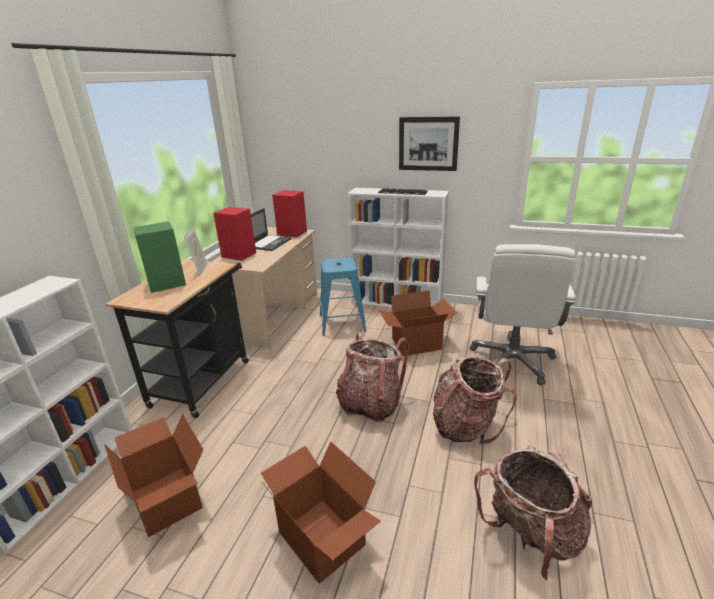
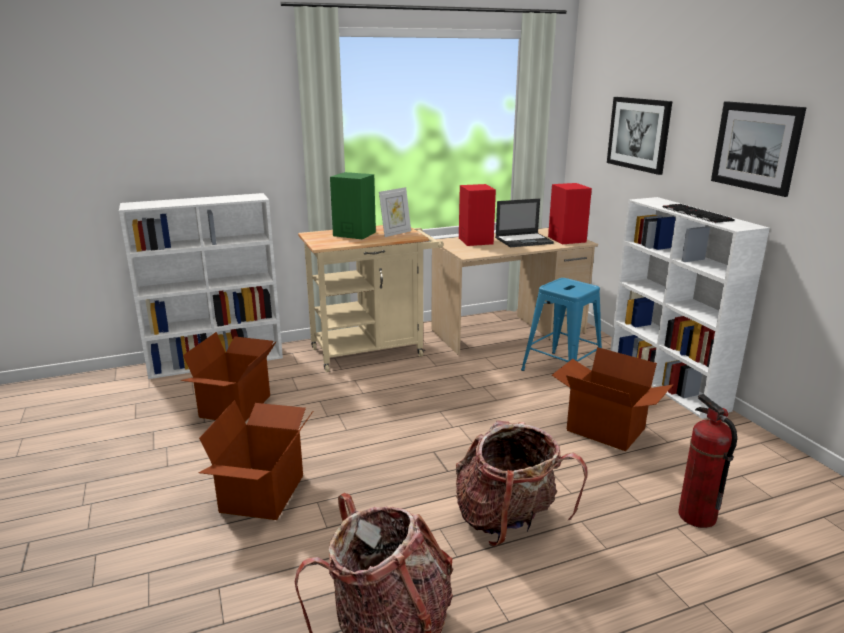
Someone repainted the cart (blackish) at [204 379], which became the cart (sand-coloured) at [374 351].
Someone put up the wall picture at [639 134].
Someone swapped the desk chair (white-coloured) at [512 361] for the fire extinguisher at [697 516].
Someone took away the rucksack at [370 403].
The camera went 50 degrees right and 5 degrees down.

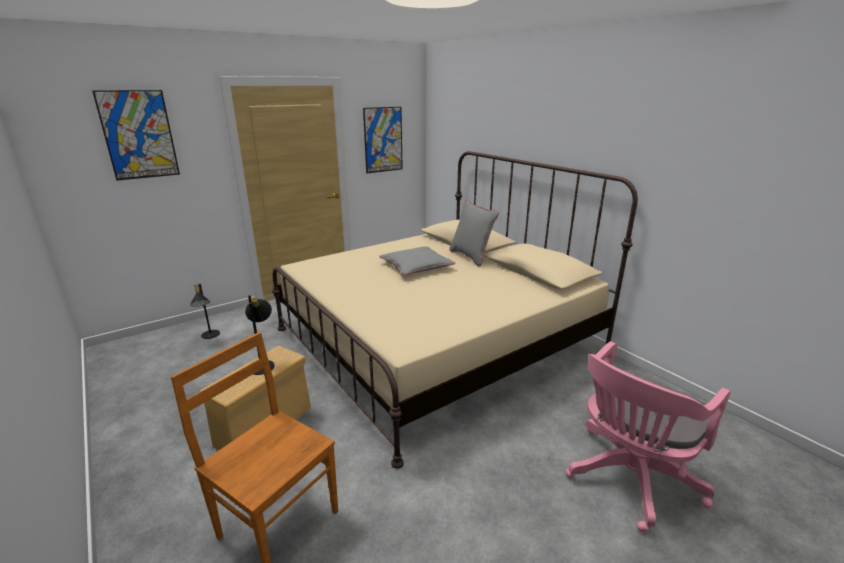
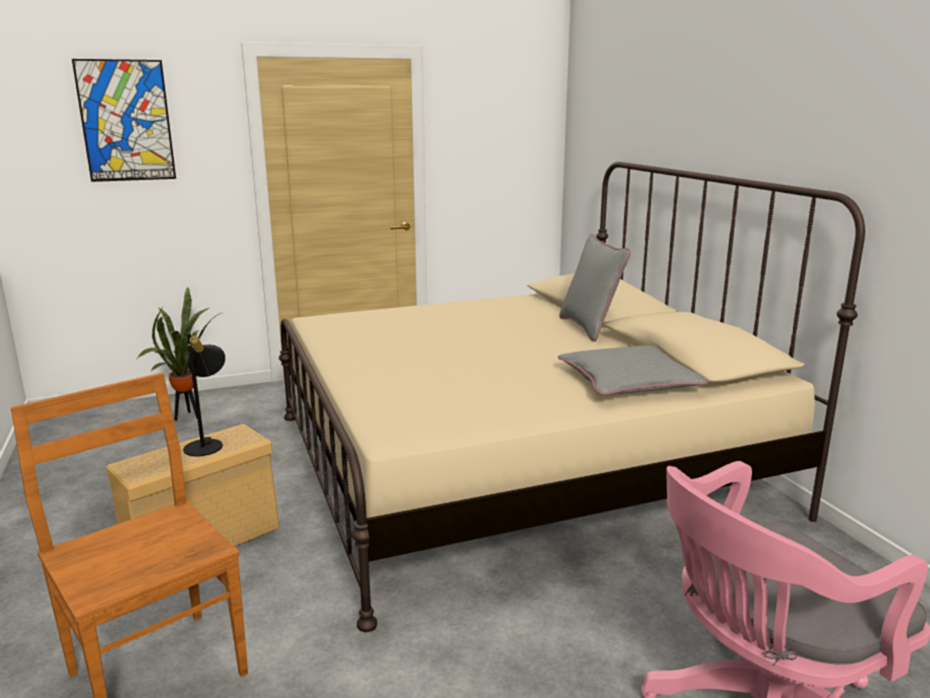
Someone swapped the table lamp (blackish) at [209 336] for the houseplant at [188 416].
Someone carried the pillow (grey) from [416 266] to [628 382].
Someone took away the wall picture at [383 140].
The camera went 15 degrees right and 5 degrees down.

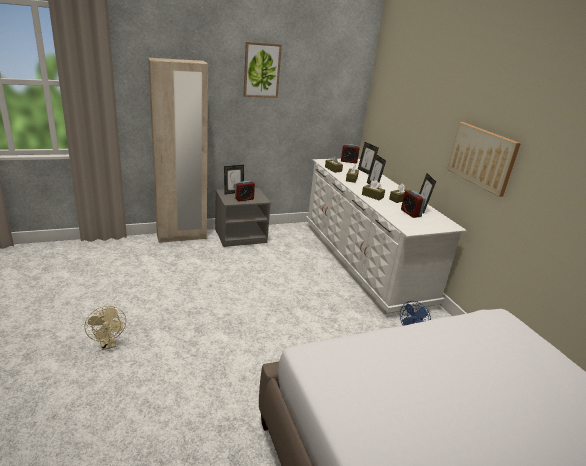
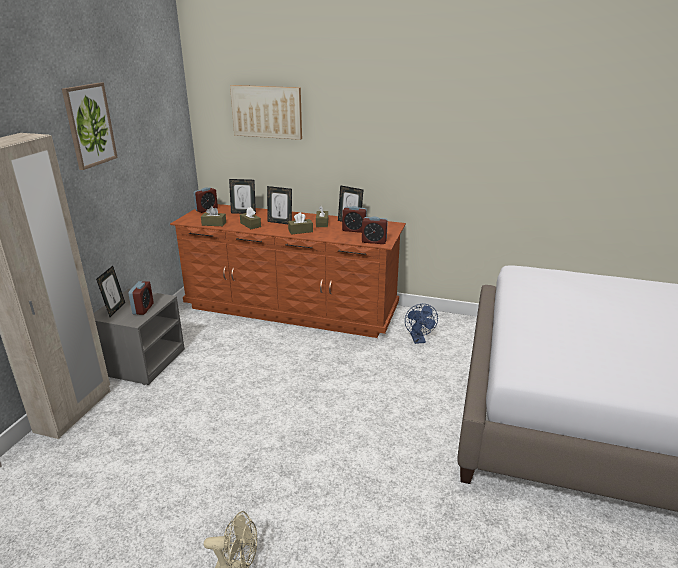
Someone repainted the drawer chest (white-coloured) at [363 261], which became the drawer chest (brown) at [291 308].
Someone carried the wall picture from [482 157] to [267 111].
Someone put down the table clock at [374 241].
The camera went 50 degrees left and 0 degrees up.

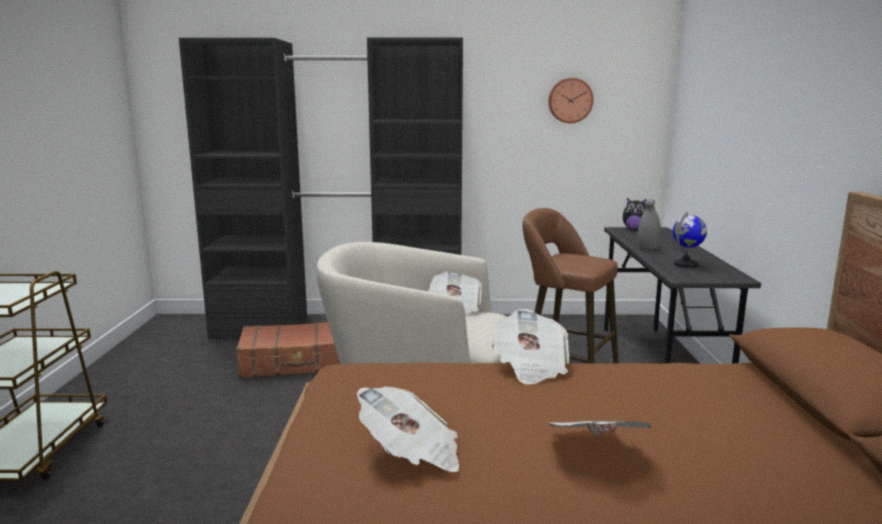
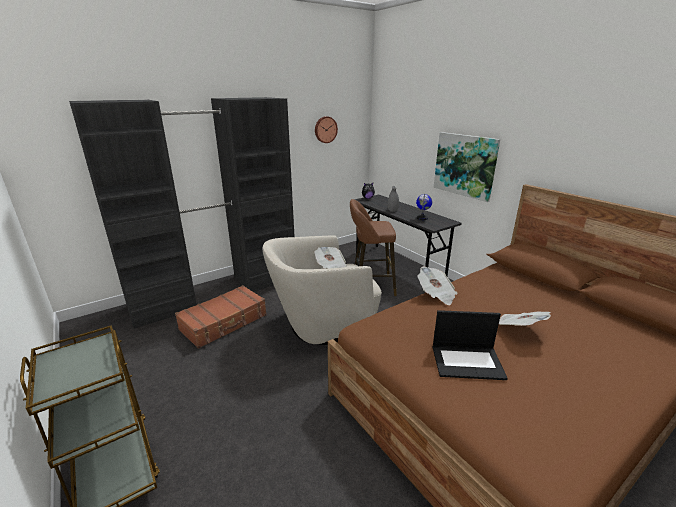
Someone swapped the daily paper at [411 454] for the notebook computer at [468 361].
Someone put up the wall picture at [465 165].
The camera went 35 degrees left and 10 degrees up.

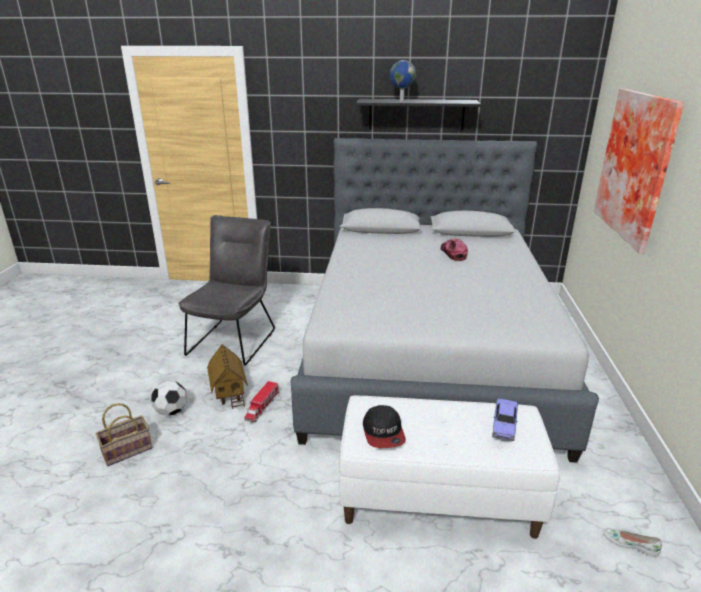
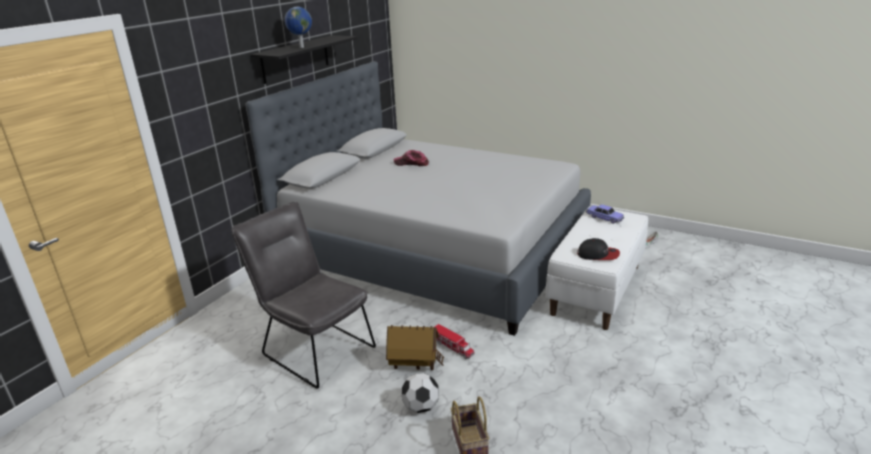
Someone took away the wall picture at [638 166].
The camera went 65 degrees left and 0 degrees up.

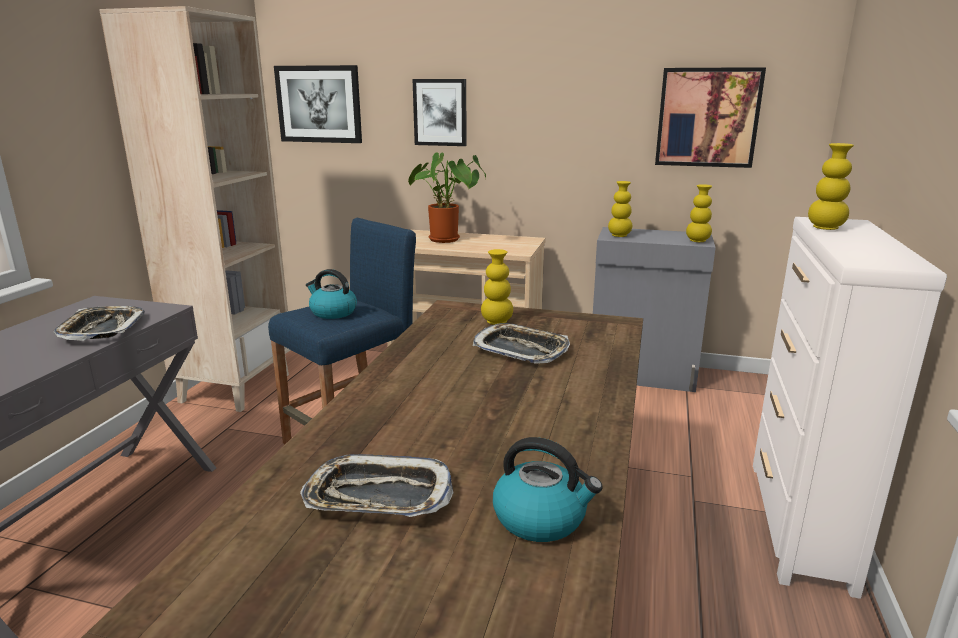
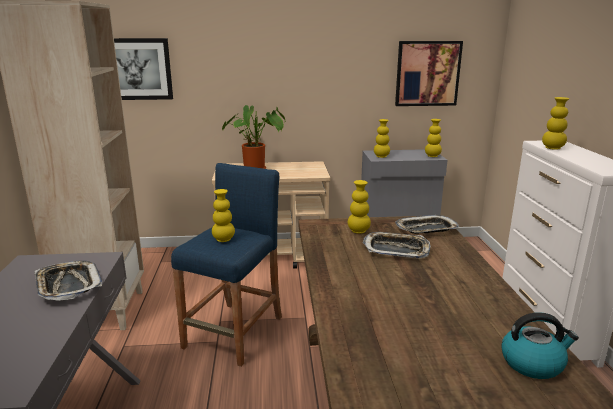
Someone swapped the kettle at [332 312] for the flower vase (yellowish) at [223 239].
Someone carried the serving tray from [378 496] to [426 229].
Someone took away the wall picture at [440 112].
The camera went 20 degrees left and 0 degrees up.

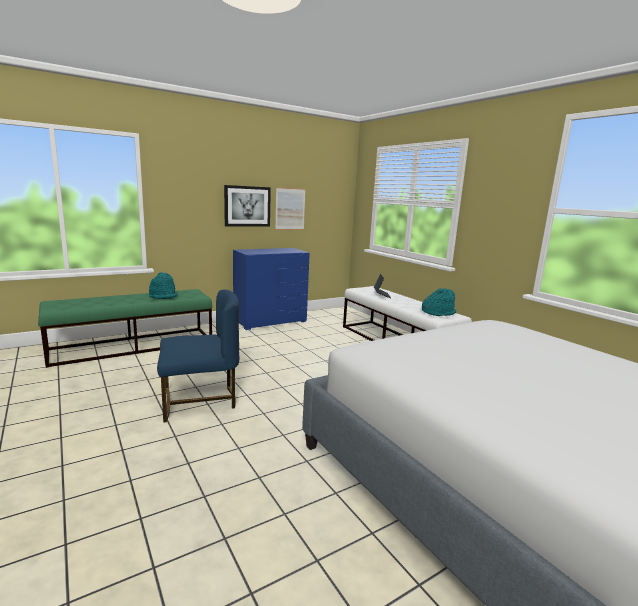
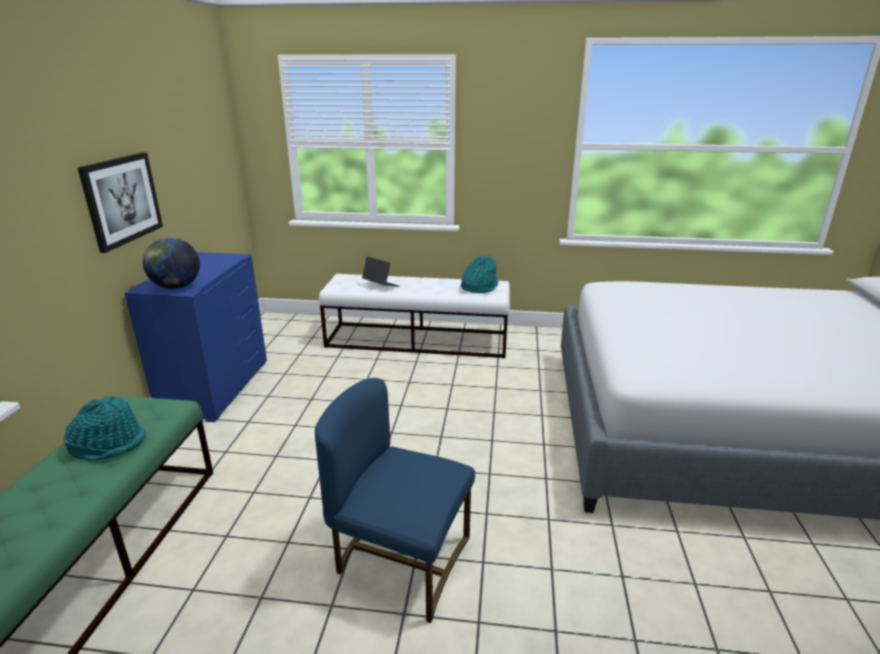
Someone put down the globe at [176 287].
Someone rotated the plain chair (blue) at [199 401] by 90 degrees counterclockwise.
Someone took away the wall picture at [290 209].
The camera went 50 degrees left and 10 degrees up.

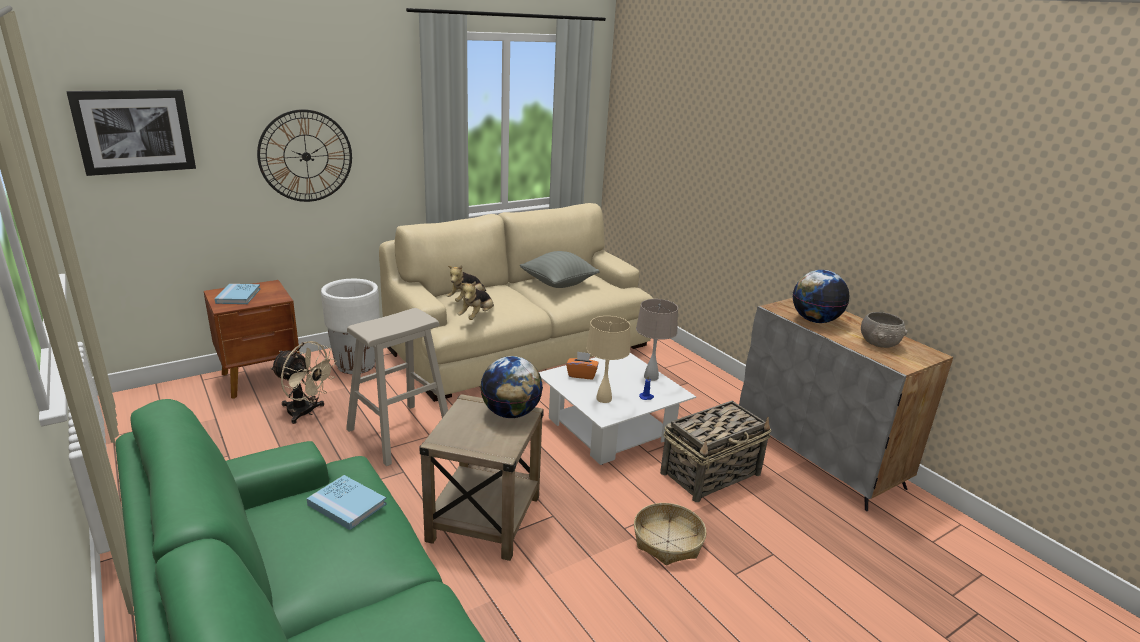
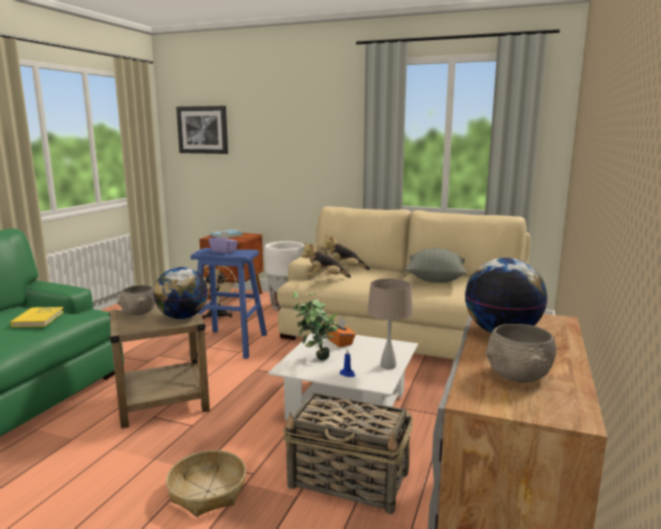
Someone repainted the bound book (blue) at [347 504], which became the bound book (yellowish) at [38 319].
Someone put down the deep dish (grey) at [139 312].
Someone repainted the stool seat (sand-coloured) at [400 433], which became the stool seat (blue) at [230 343].
Someone put down the tissue holder (purple-coloured) at [224 251].
Someone swapped the table lamp (sand-coloured) at [603 399] for the houseplant at [315 360].
Someone took away the hanging clock at [306 156].
The camera went 55 degrees right and 10 degrees down.

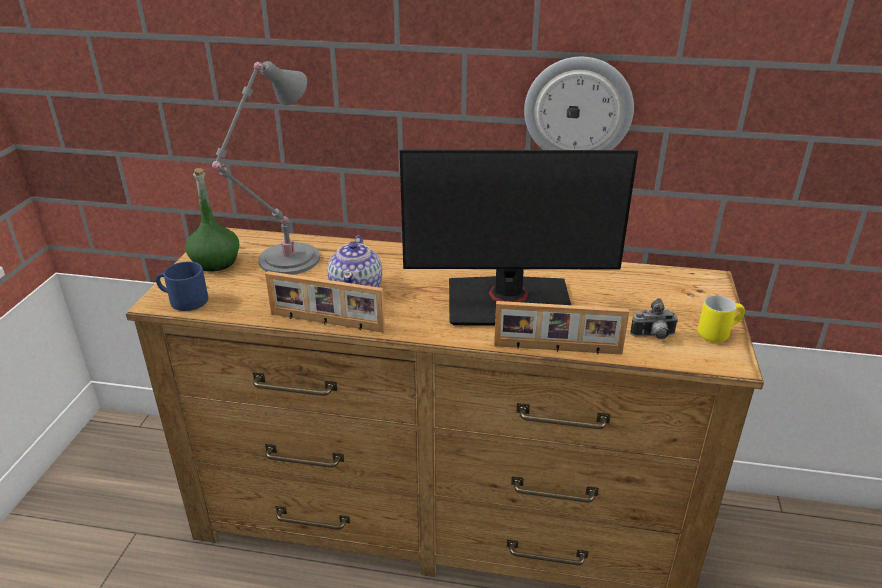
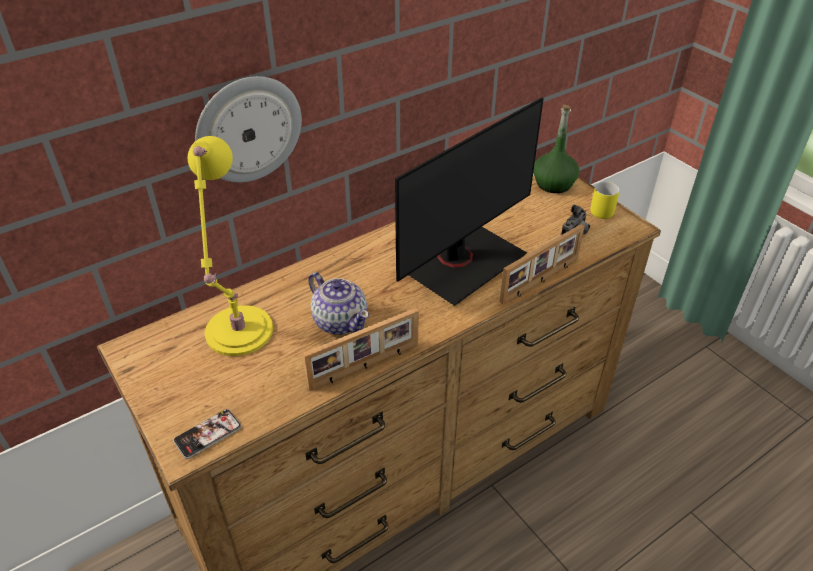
Someone swapped the coffee mug (blue) at [183 300] for the phone at [208 434].
Someone repainted the table lamp (grey) at [285 261], which became the table lamp (yellowish) at [238 335].
Someone carried the hanging clock from [578 109] to [248 129].
Someone carried the bottle (greenish) from [216 262] to [553 184].
The camera went 45 degrees left and 10 degrees up.

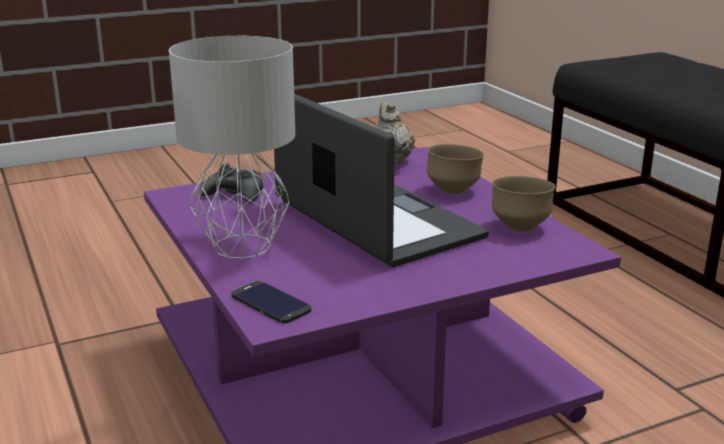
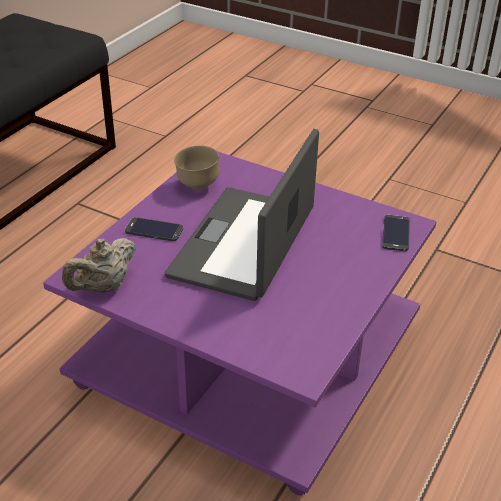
Someone swapped the deep dish (brown) at [453 191] for the phone at [154 230].
Someone took away the table lamp (grey) at [240 246].
Someone took away the gamepad (blackish) at [235 194].
The camera went 125 degrees left and 15 degrees up.

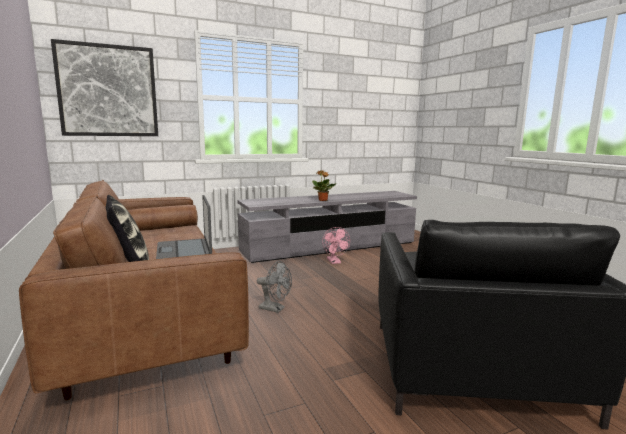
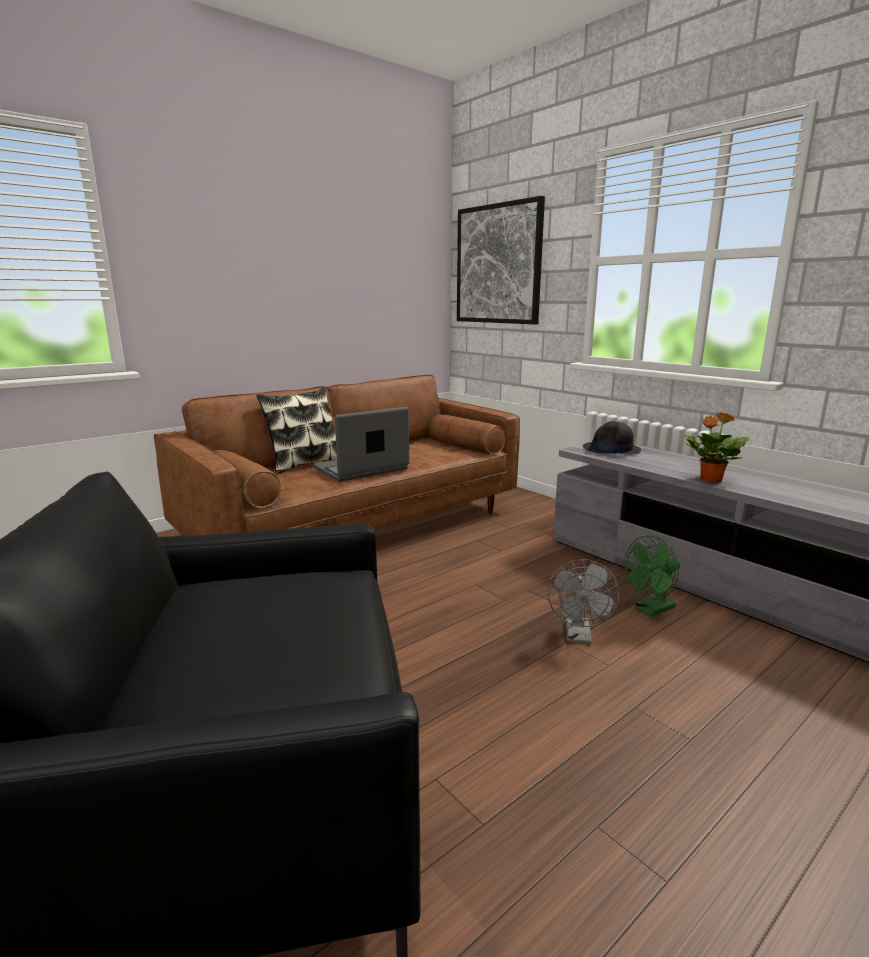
Someone carried the cooling fan (grey) from [275 309] to [579 637].
Someone put down the clothing hat (blackish) at [611 449].
Someone repainted the cooling fan (pink-coloured) at [335 262], which became the cooling fan (greenish) at [650 610].
The camera went 75 degrees right and 5 degrees up.

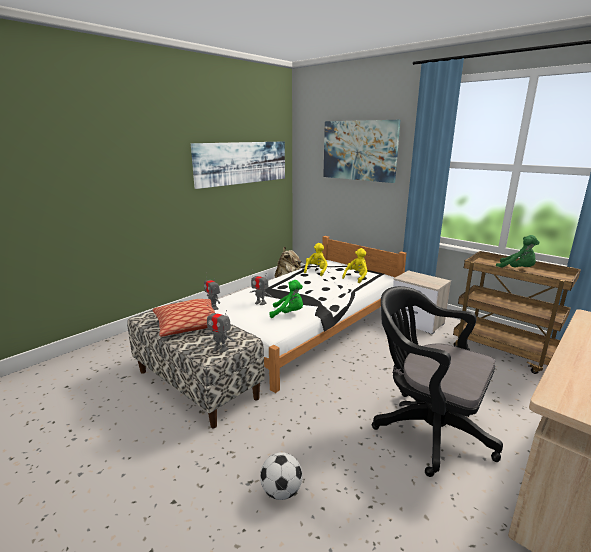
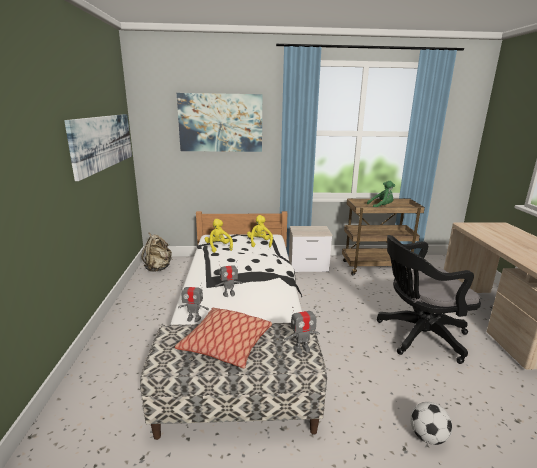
Someone took away the soft toy (greenish) at [288 313].
The camera went 45 degrees left and 0 degrees up.

